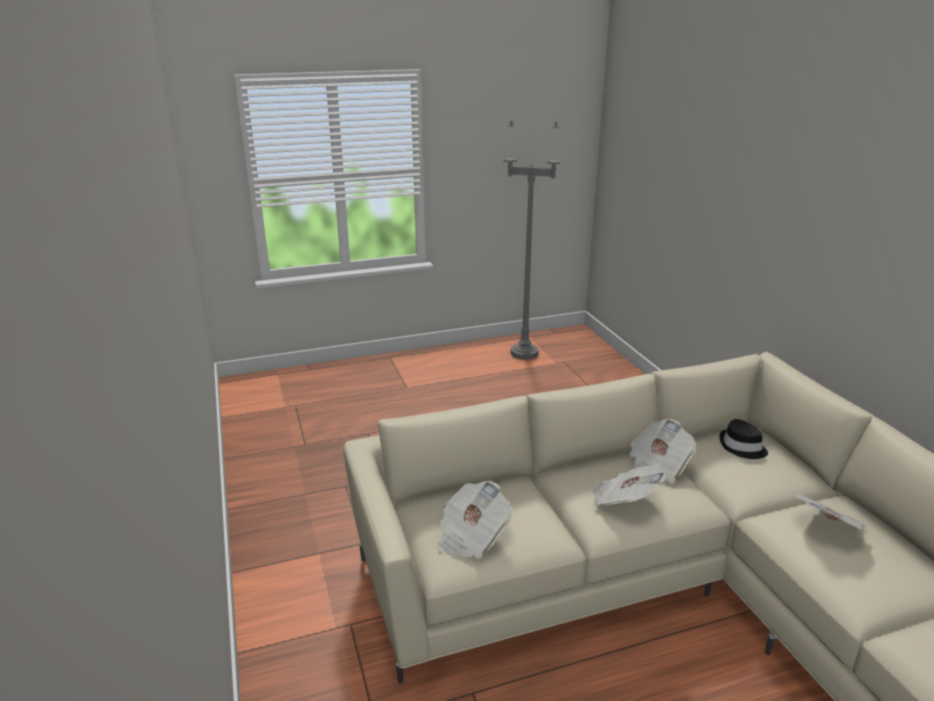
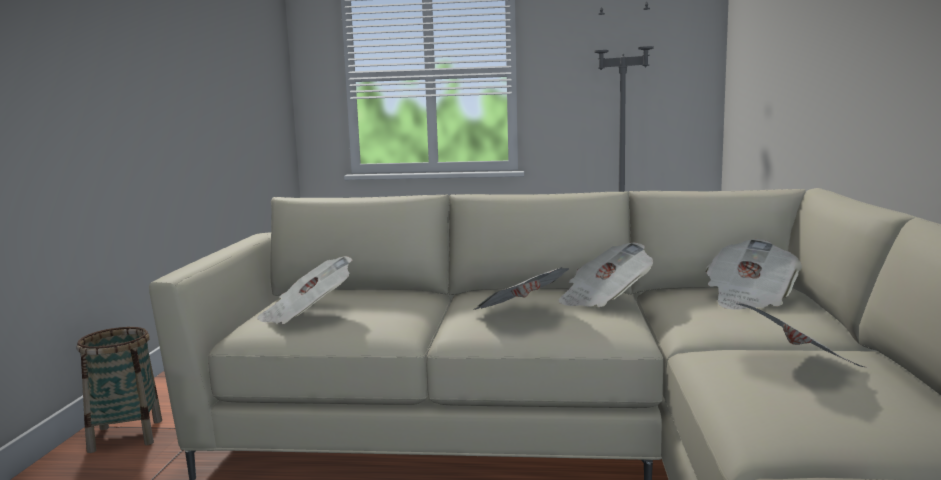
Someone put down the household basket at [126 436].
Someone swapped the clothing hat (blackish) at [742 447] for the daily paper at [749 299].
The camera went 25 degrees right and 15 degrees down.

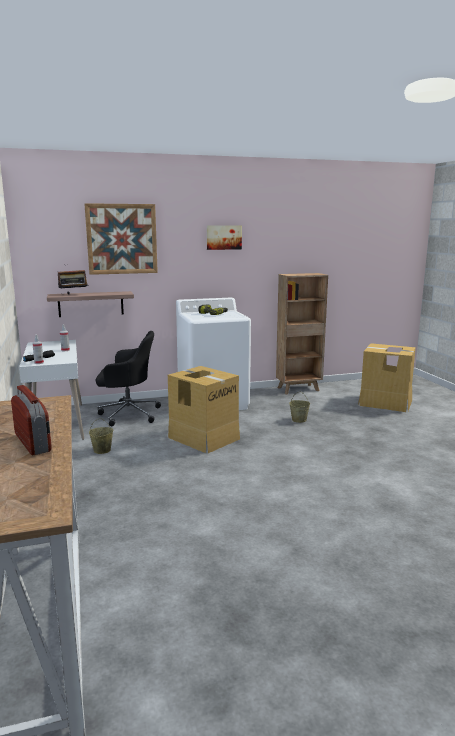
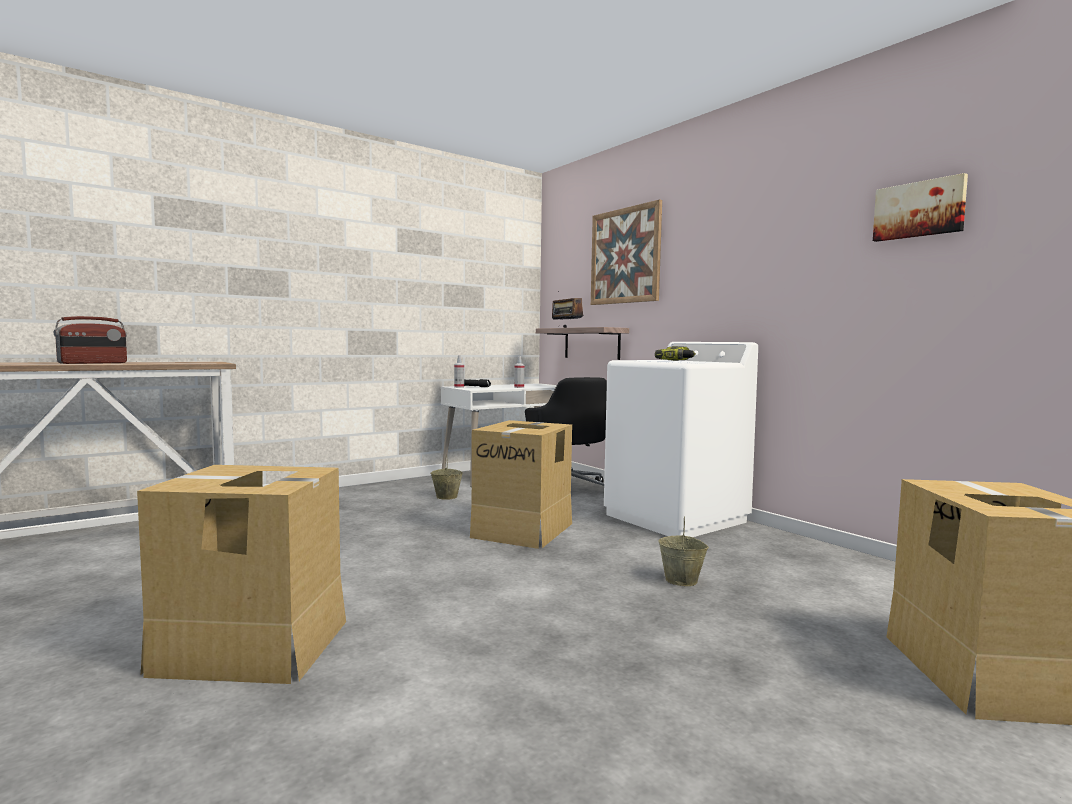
Someone put down the carton at [252 647].
Someone carried the wall picture from [223 237] to [919 209].
Someone took away the shelving unit (brown) at [299 389].
The camera went 70 degrees right and 10 degrees down.

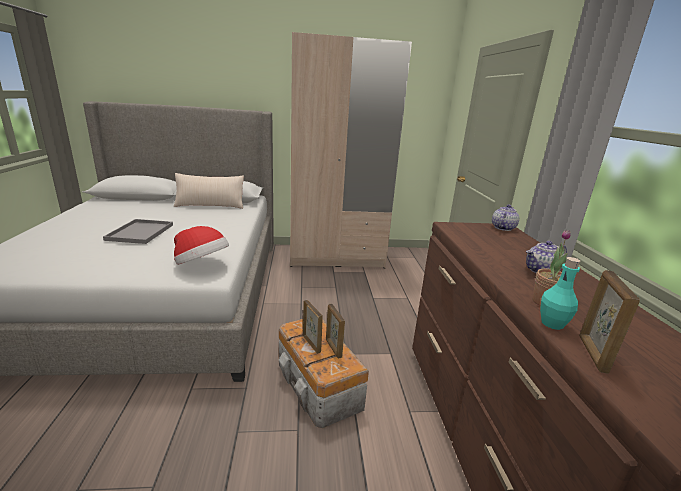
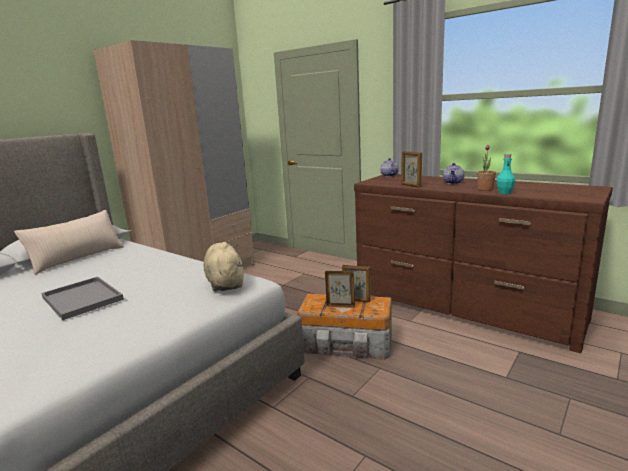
Someone swapped the clothing hat at [201 265] for the soft toy (sand-coloured) at [225 283].
Someone carried the photo frame from [592 353] to [410 185].
The camera went 45 degrees left and 5 degrees down.

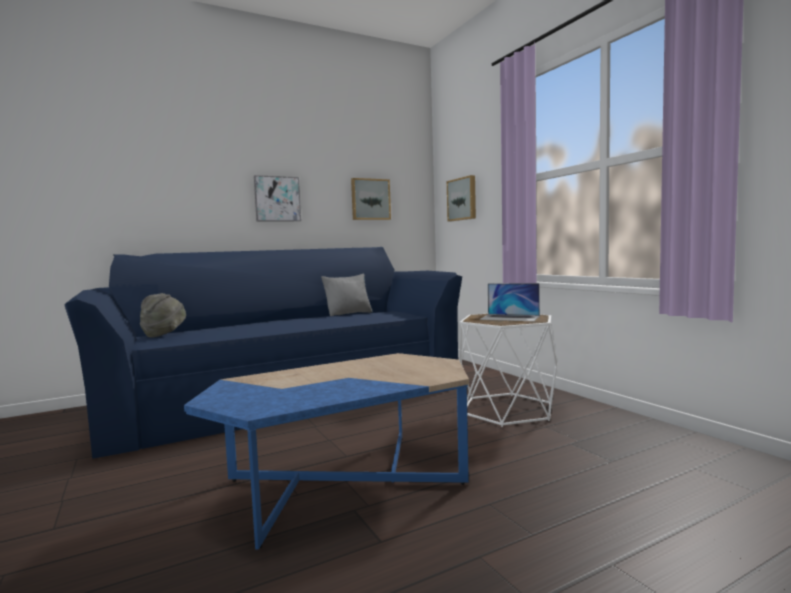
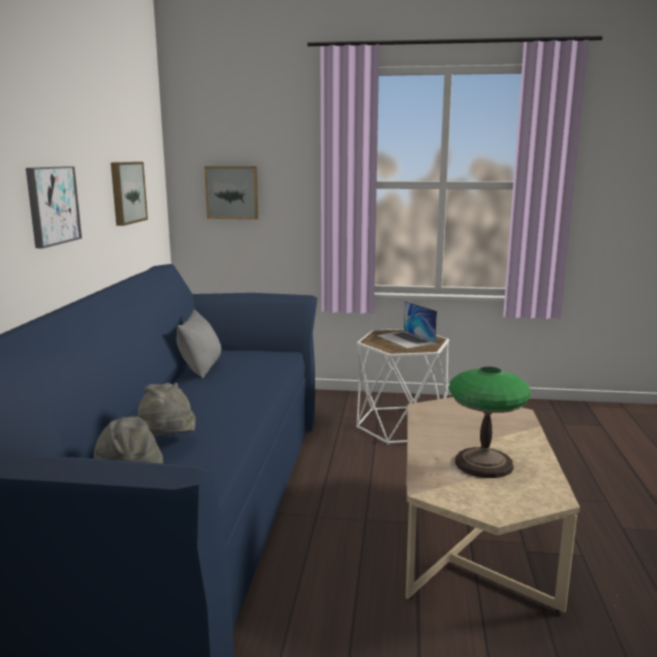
Someone put down the clothing hat (grey) at [167 443].
Someone rotated the notebook computer at [510 318] by 90 degrees clockwise.
Someone repainted the lounge table (blue) at [344 482], which became the lounge table (sand-coloured) at [471 540].
Someone put down the table lamp at [483 464].
The camera went 55 degrees left and 10 degrees up.

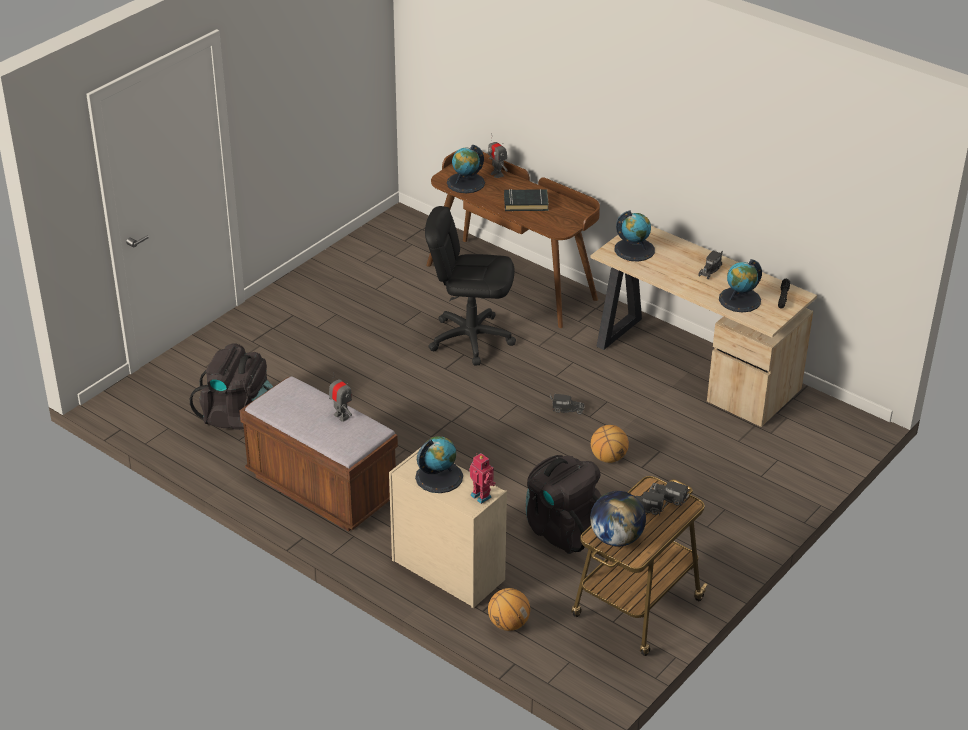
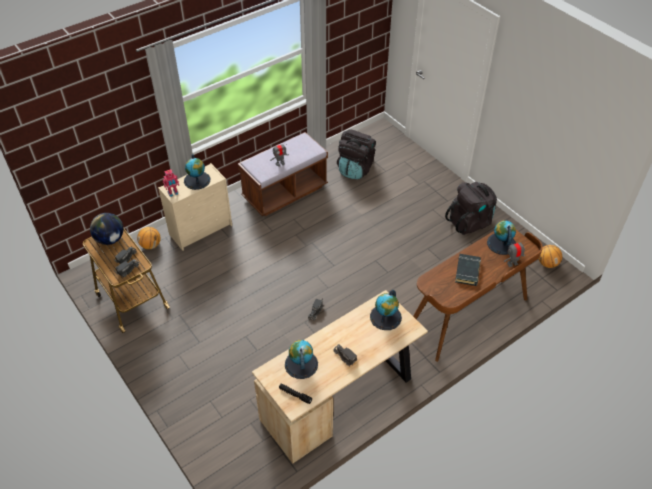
Someone carried the rucksack (blackish) from [562 529] to [470 222].
Someone carried the basketball from [608 458] to [547 263].
Someone took away the desk chair (blackish) at [471 339].
The camera went 105 degrees right and 10 degrees up.

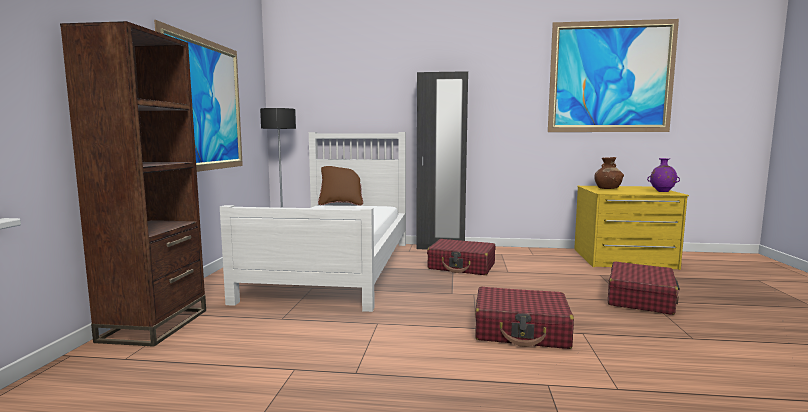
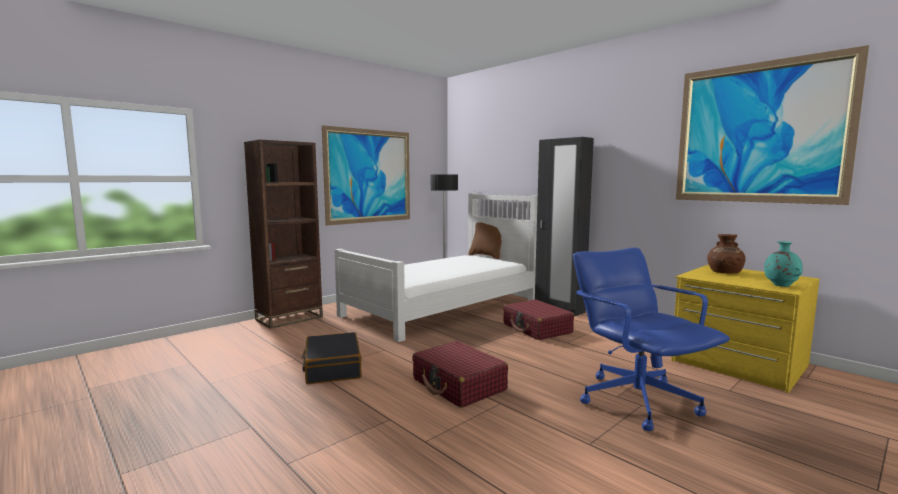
Someone put down the piece of luggage (blackish) at [332 368].
Someone swapped the piece of luggage (red-coloured) at [640 299] for the desk chair (blue) at [637 400].
Someone repainted the flower vase (purple-coloured) at [662 191], which became the flower vase (blue-green) at [780 285].
The camera went 40 degrees right and 0 degrees up.

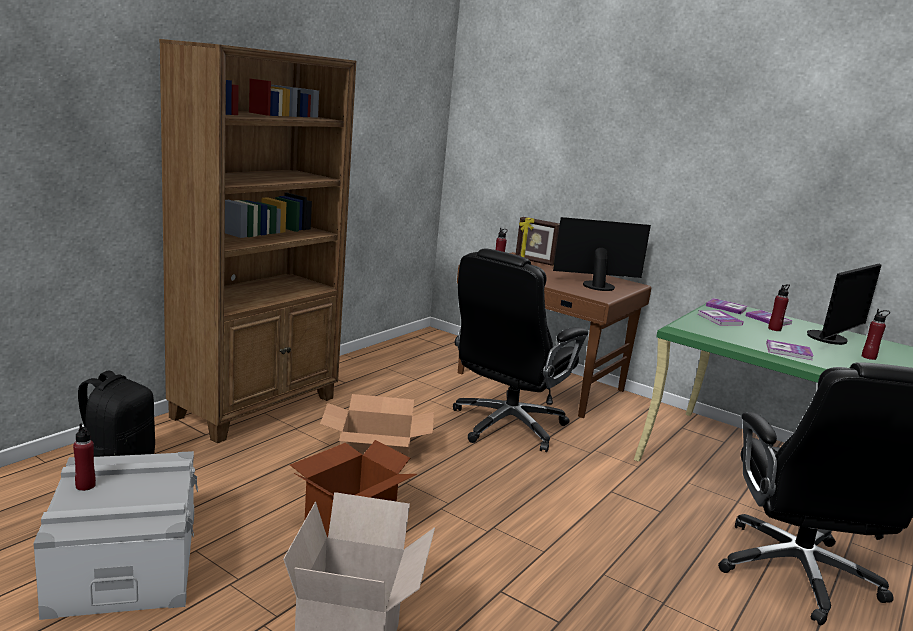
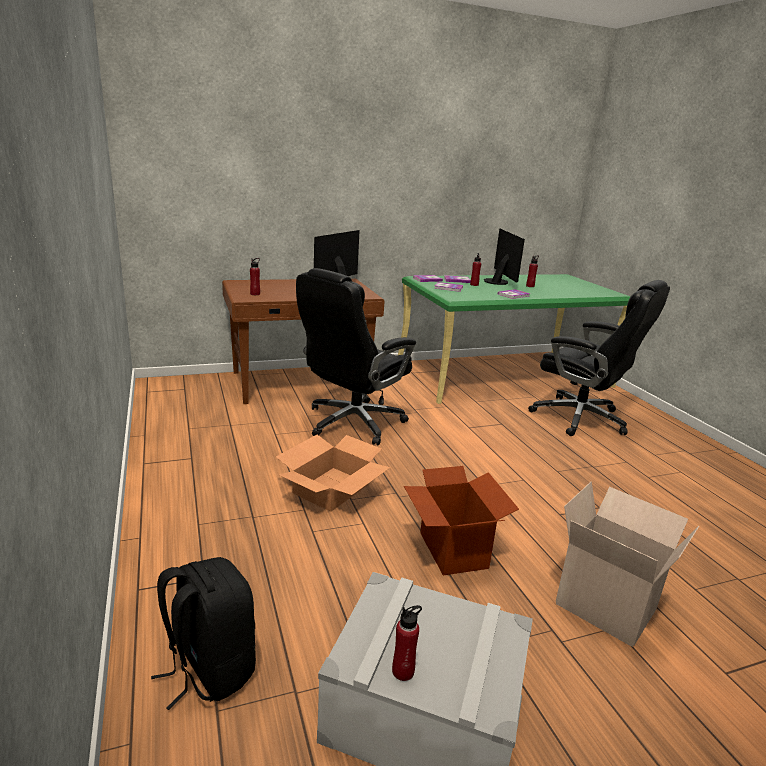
Someone rotated the desk chair (blackish) at [507 426] by 60 degrees clockwise.
Someone took away the shelving unit (brown) at [257 407].
Someone took away the photo frame at [534 261].
The camera went 55 degrees left and 5 degrees up.

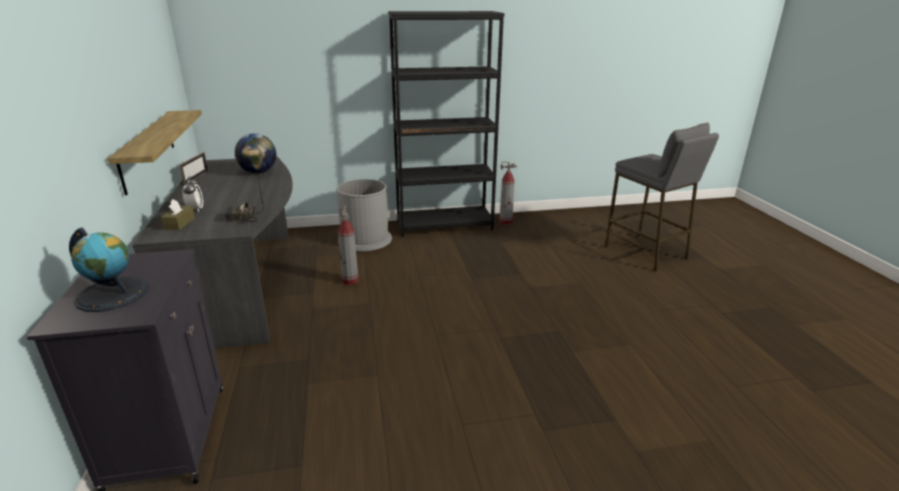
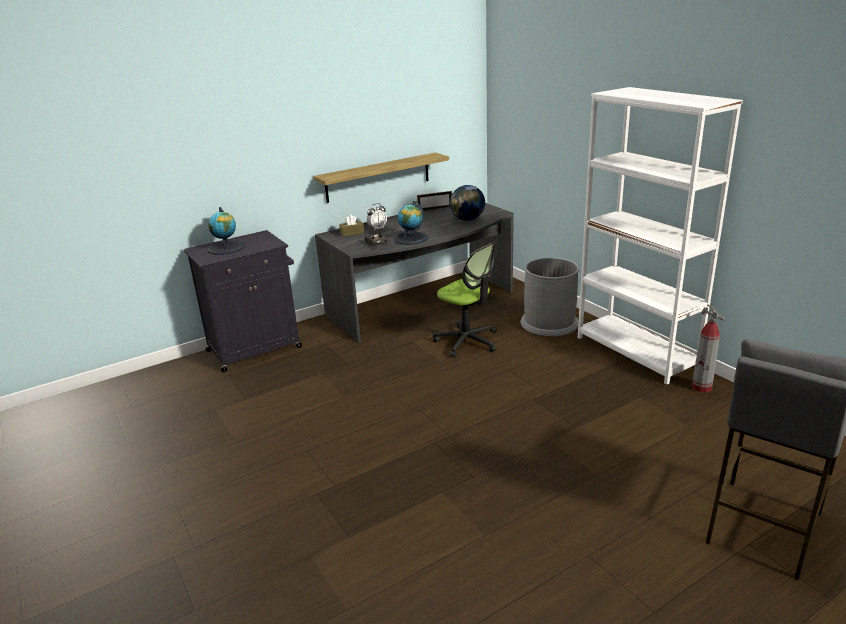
Someone put down the globe at [411 238].
Someone swapped the fire extinguisher at [350 281] for the desk chair at [467 341].
Someone repainted the shelving unit (blackish) at [445 225], which became the shelving unit (white-coloured) at [636 352].
The camera went 70 degrees right and 0 degrees up.

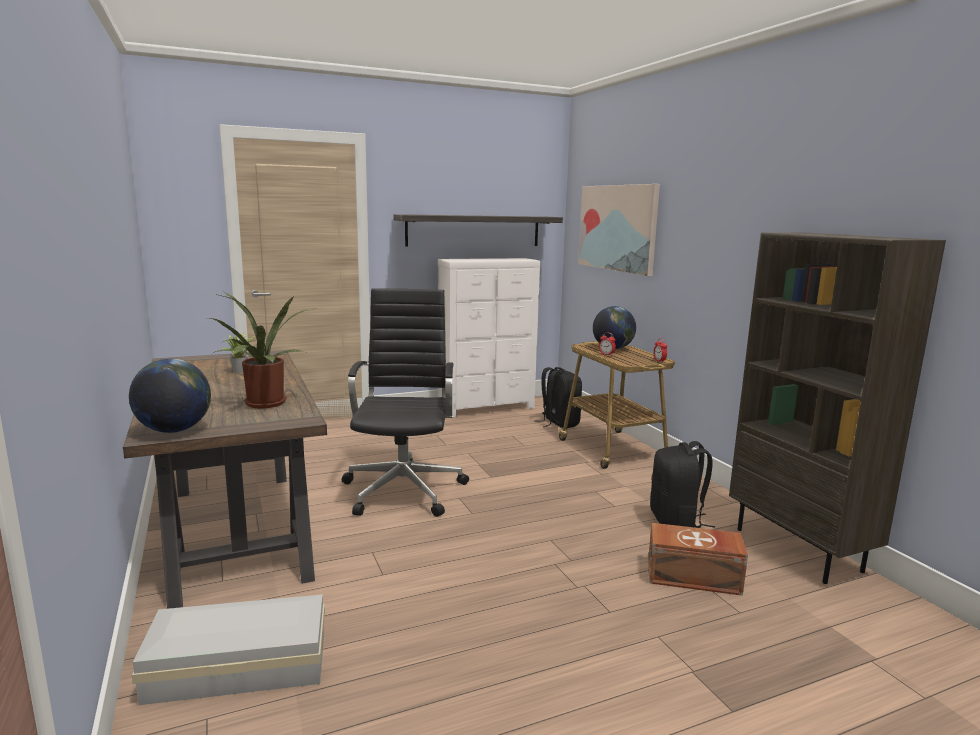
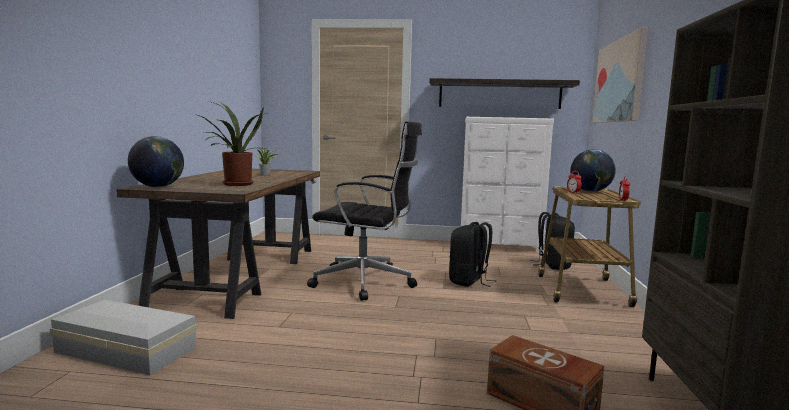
Someone rotated the desk chair (blackish) at [404 489] by 75 degrees clockwise.
Someone carried the rucksack (blackish) from [676 523] to [469 281].
The camera went 30 degrees right and 5 degrees down.

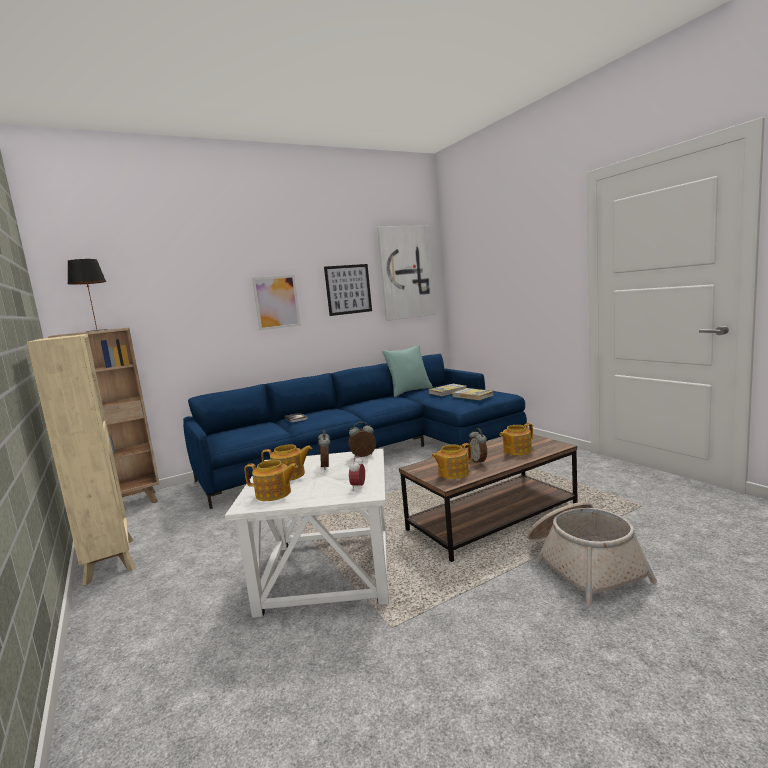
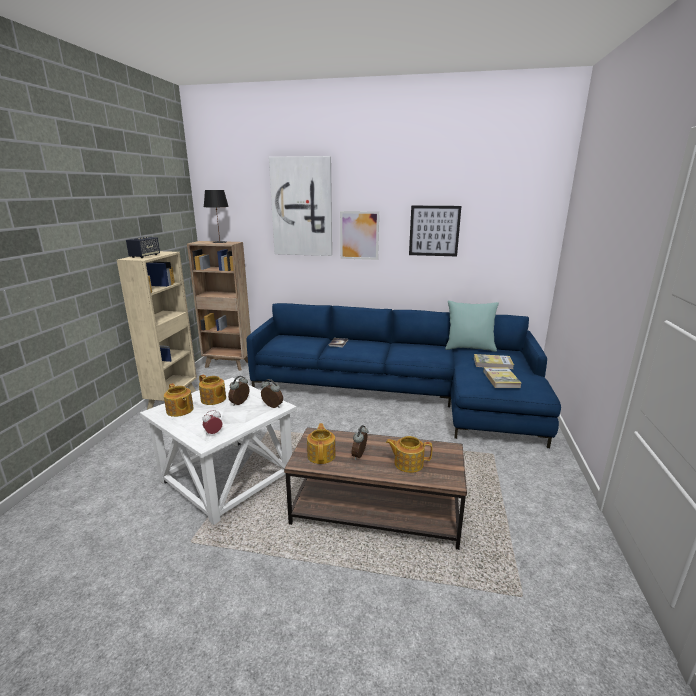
Someone put down the audio speaker at [145 256].
Someone carried the wall picture from [406 272] to [302 207].
Someone rotated the tea pot at [452 473] by 75 degrees clockwise.
Someone took away the household basket at [583 565].
The camera went 40 degrees right and 10 degrees up.

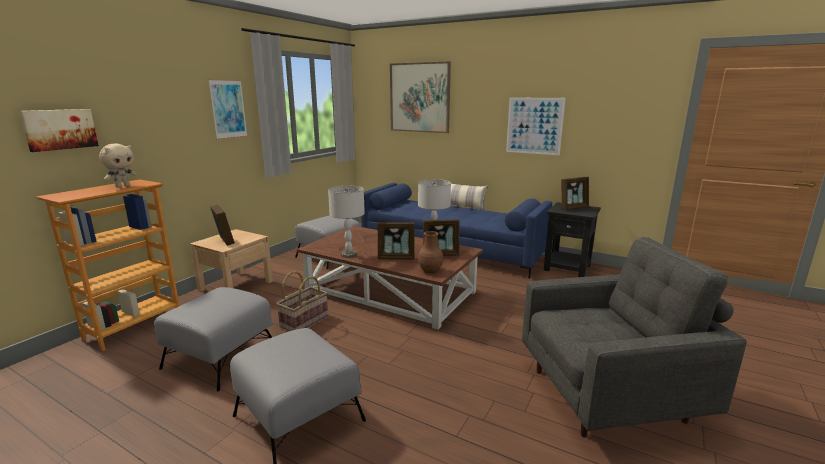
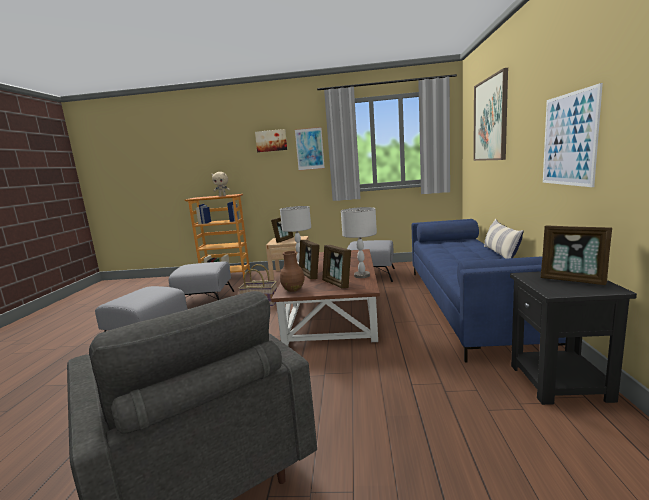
Someone carried the wall picture from [60 129] to [271 140].
The camera went 65 degrees right and 5 degrees down.

